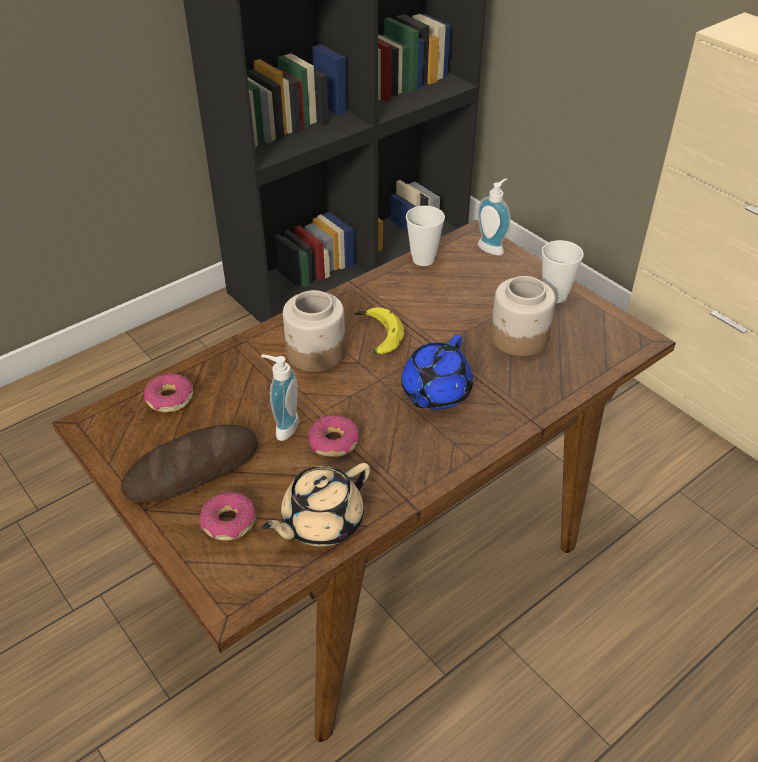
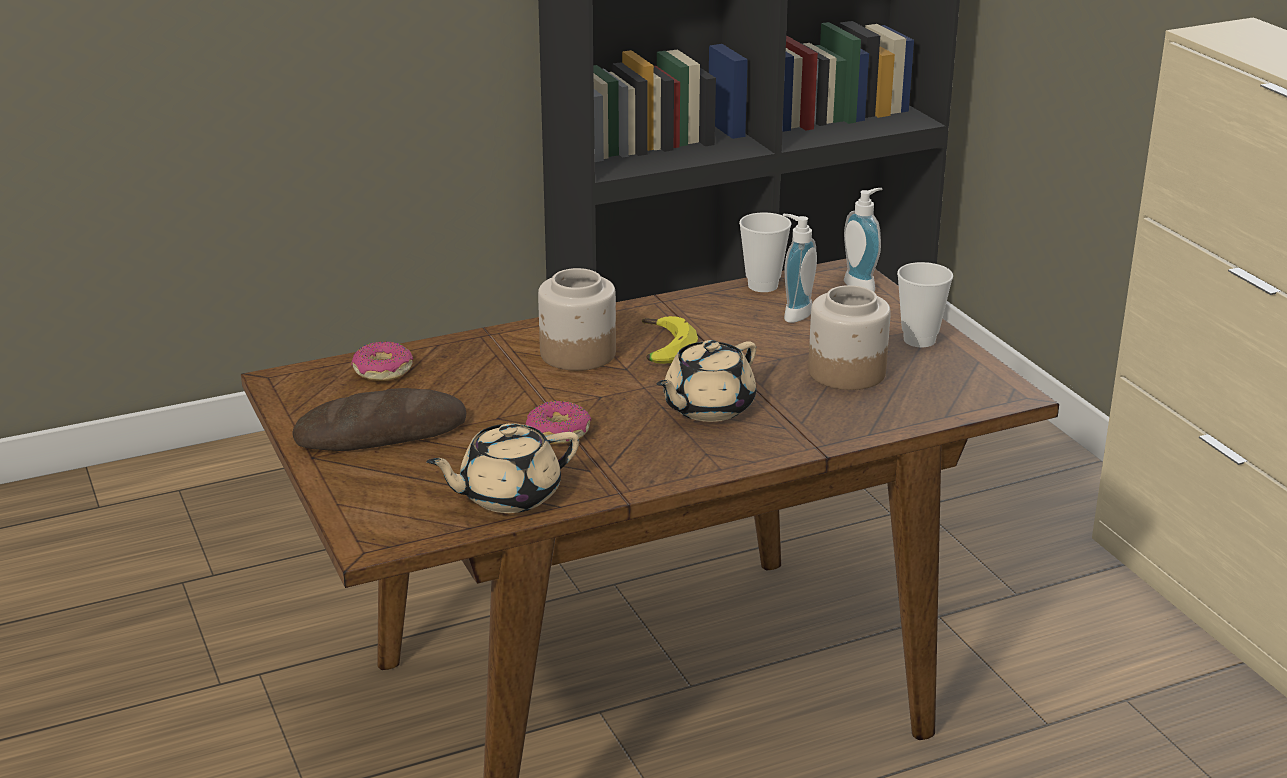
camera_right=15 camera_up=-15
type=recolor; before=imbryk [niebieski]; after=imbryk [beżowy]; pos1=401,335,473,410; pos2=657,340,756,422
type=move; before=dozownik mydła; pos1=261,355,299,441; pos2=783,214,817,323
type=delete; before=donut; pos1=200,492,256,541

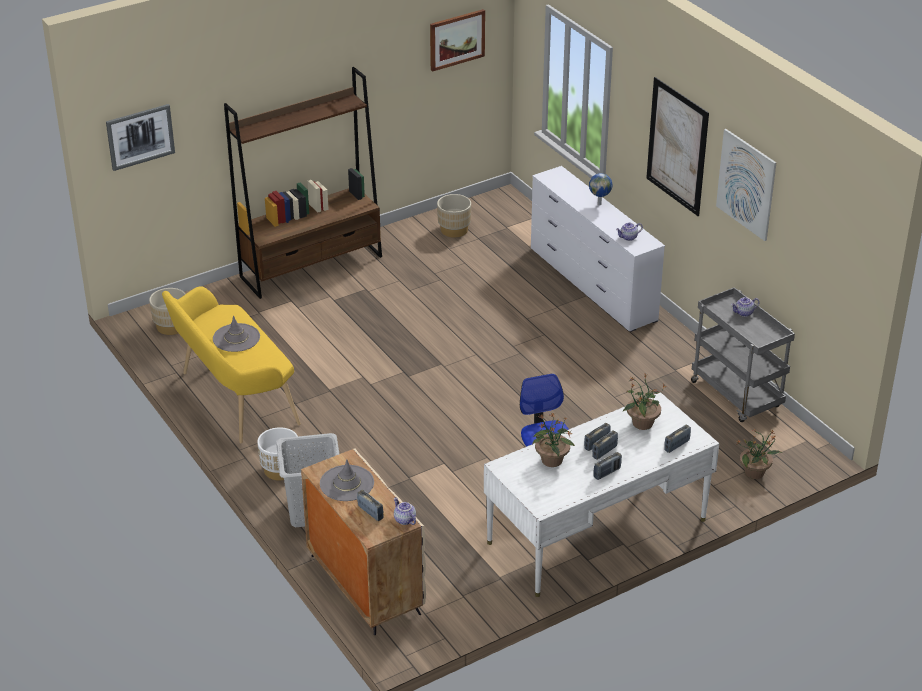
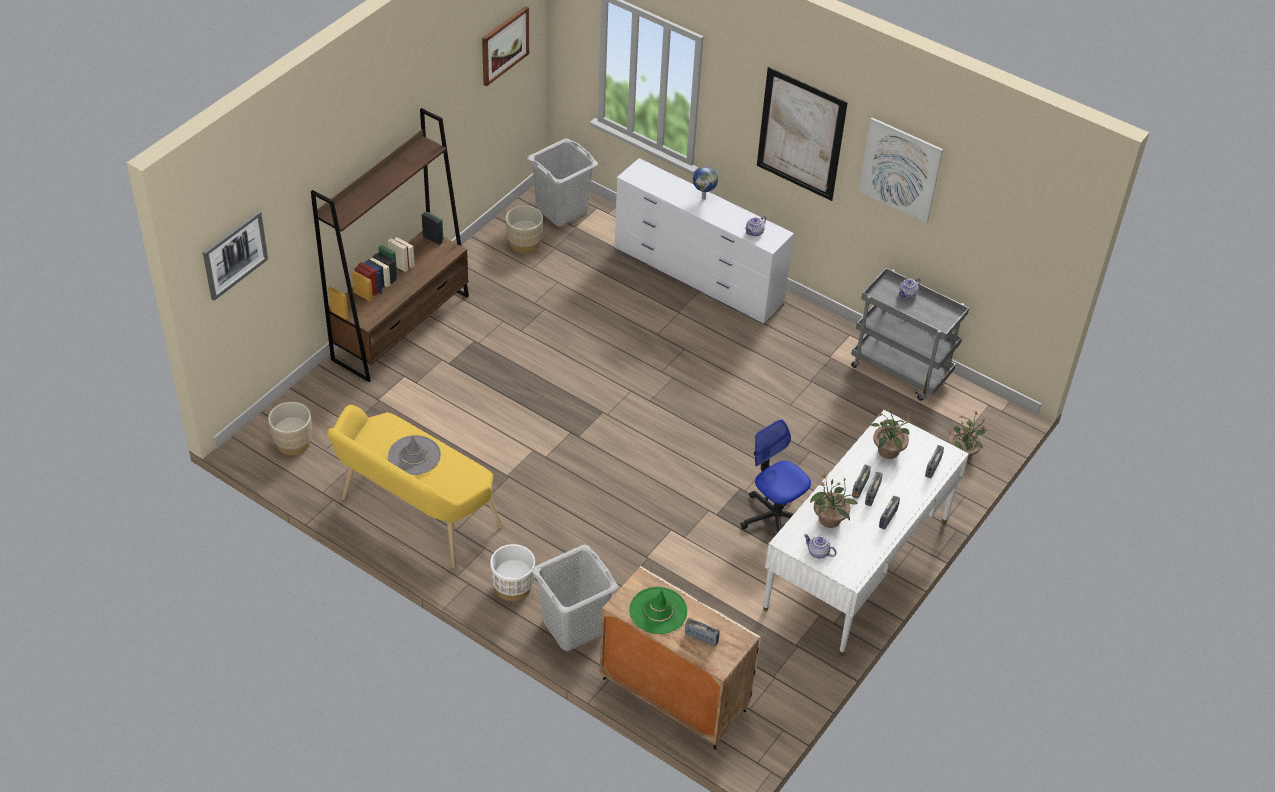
camera_right=-25 camera_up=10
type=insert; after=kosz na pranie [szary]; pos2=527,139,598,226
type=recolor; before=kapelusz [szary]; after=kapelusz [zielony]; pos1=320,459,374,501; pos2=629,587,687,634
type=move; before=imbryk; pos1=394,498,416,525; pos2=804,534,836,559

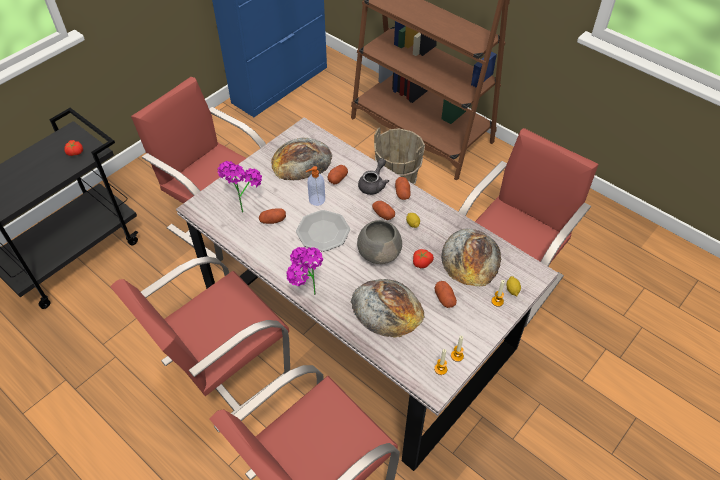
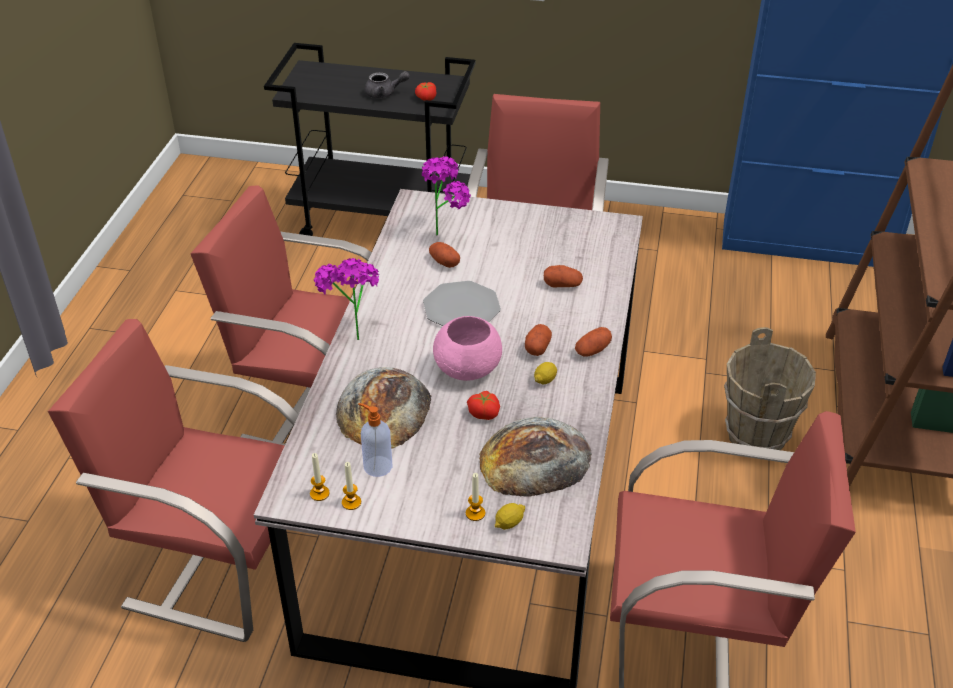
camera_right=60 camera_up=-10
type=move; before=dozownik mydła; pos1=306,166,325,206; pos2=358,403,392,477
type=move; before=imbryk [szary]; pos1=358,158,389,195; pos2=365,71,410,98
type=recolor; before=miska [szary]; after=miska [różowy]; pos1=357,220,402,264; pos2=433,316,502,381
type=delete; before=chleb; pos1=271,138,332,180
type=delete; before=ziemniak; pos1=435,281,457,308

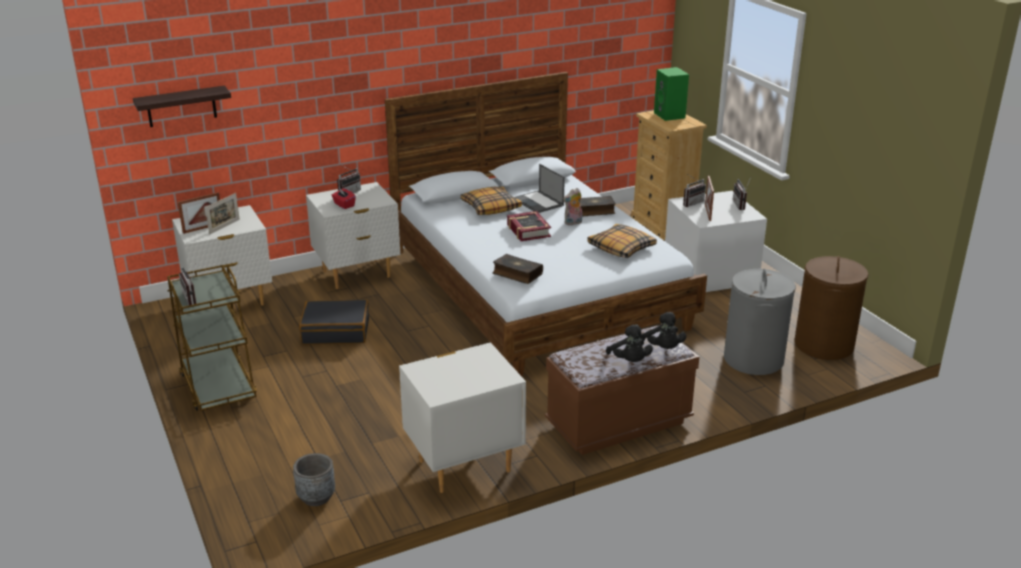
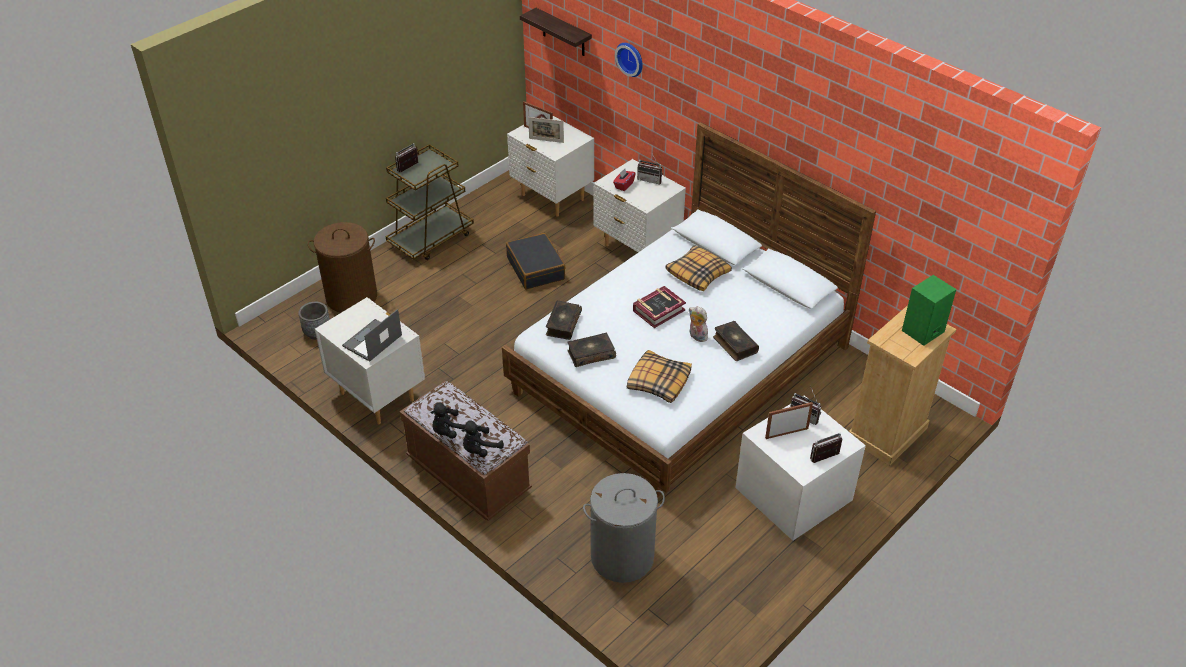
camera_right=70 camera_up=15
type=move; before=kosz na pranie [brązowy]; pos1=794,256,869,360; pos2=308,222,377,313
type=move; before=laptop; pos1=514,164,565,213; pos2=342,309,402,362
type=insert; after=książka; pos2=567,333,616,367
type=insert; after=zegar ścienny; pos2=615,43,643,77

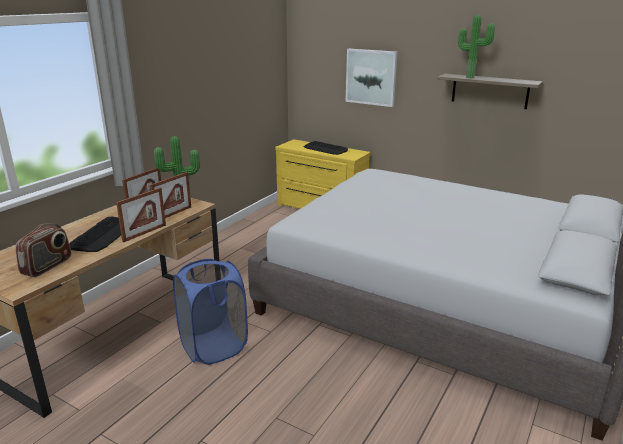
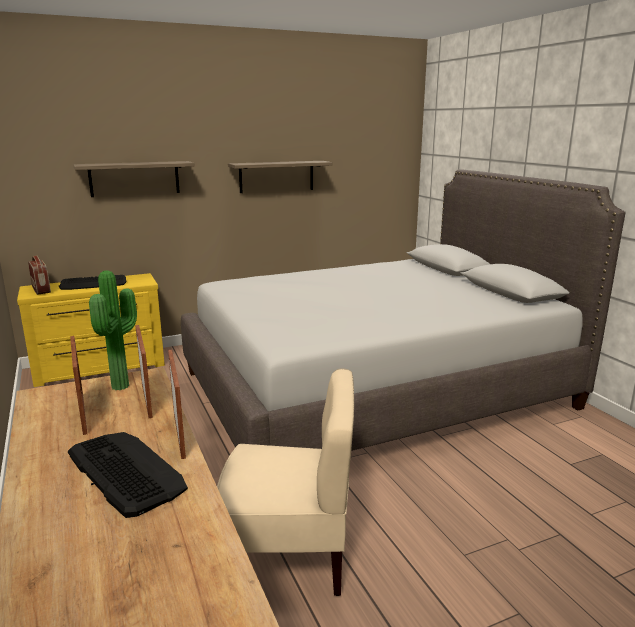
camera_right=-55 camera_up=-5
type=move; before=radio; pos1=15,223,71,277; pos2=28,255,51,295
type=replace; before=obraz; after=półka; pos1=346,49,397,107; pos2=73,161,195,197
type=replace; before=kosz na pranie [niebieski]; after=krzesło [beżowy]; pos1=173,259,248,365; pos2=217,368,354,596
type=delete; before=roślina doniczkowa; pos1=458,15,495,78

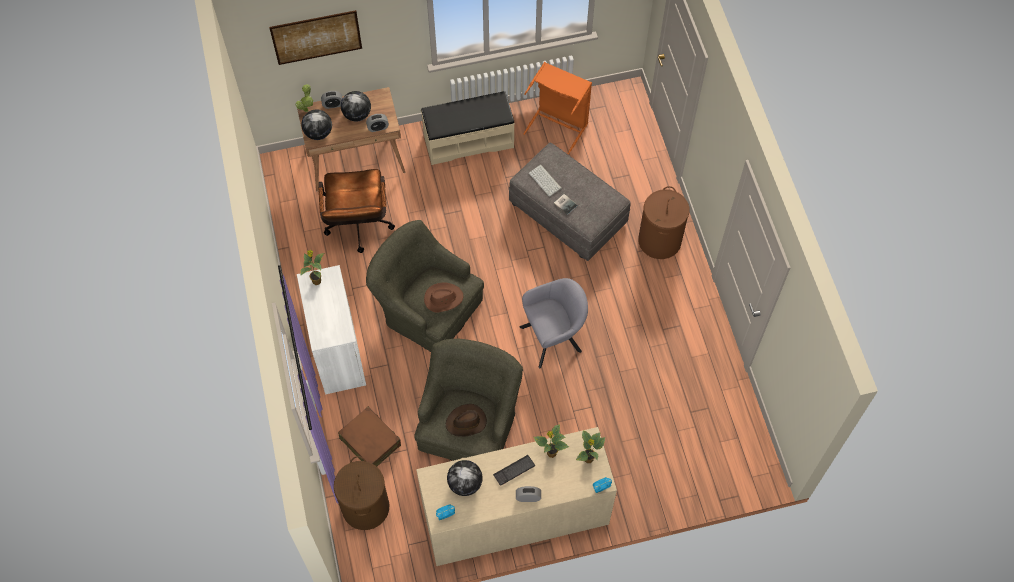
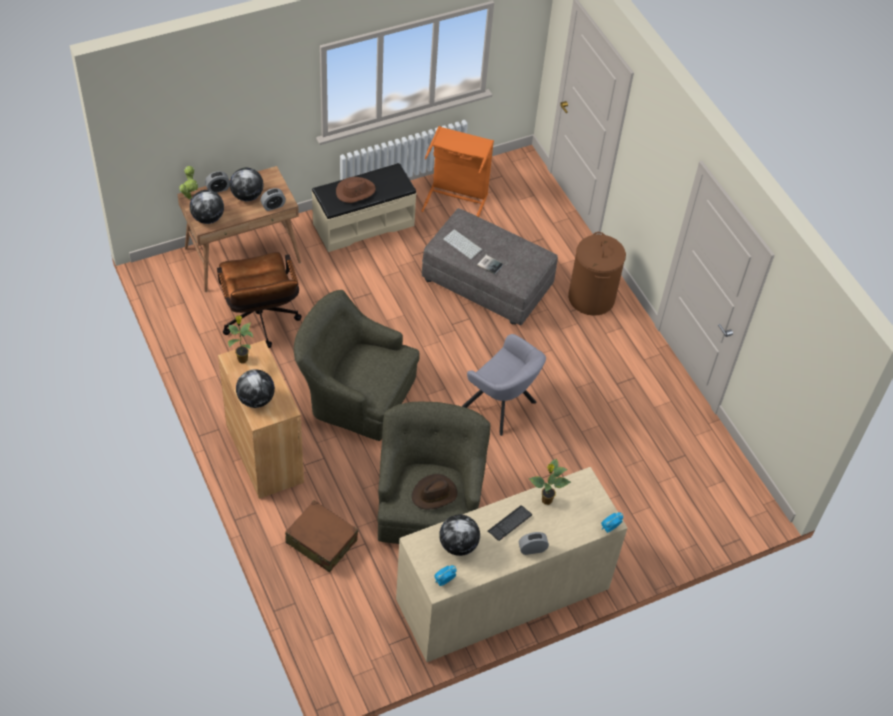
camera_right=-15 camera_up=-10
type=recolor; before=szafka [biały]; after=szafka [brązowy]; pos1=297,265,366,394; pos2=218,340,304,499
type=insert; after=globus; pos2=236,369,275,408
type=move; before=kapelusz [brązowy]; pos1=424,283,463,313; pos2=336,177,376,203
type=rotate; before=fotel [szary]; pos1=520,278,588,368; pos2=462,334,546,436; turn=75
type=delete; before=obraz; pos1=269,10,362,65
type=delete; before=kosz na pranie [brązowy]; pos1=334,456,389,530
type=delete; before=roślina doniczkowa; pos1=576,430,605,463

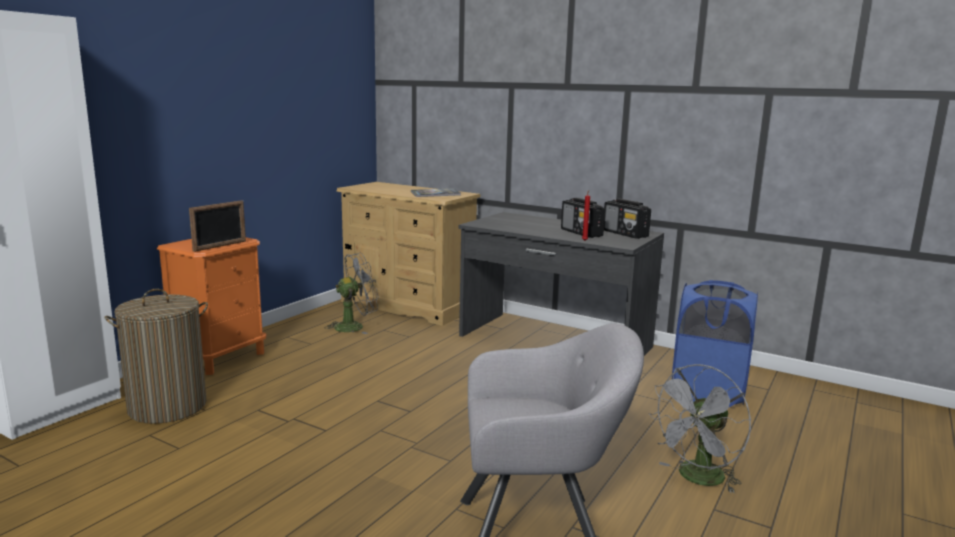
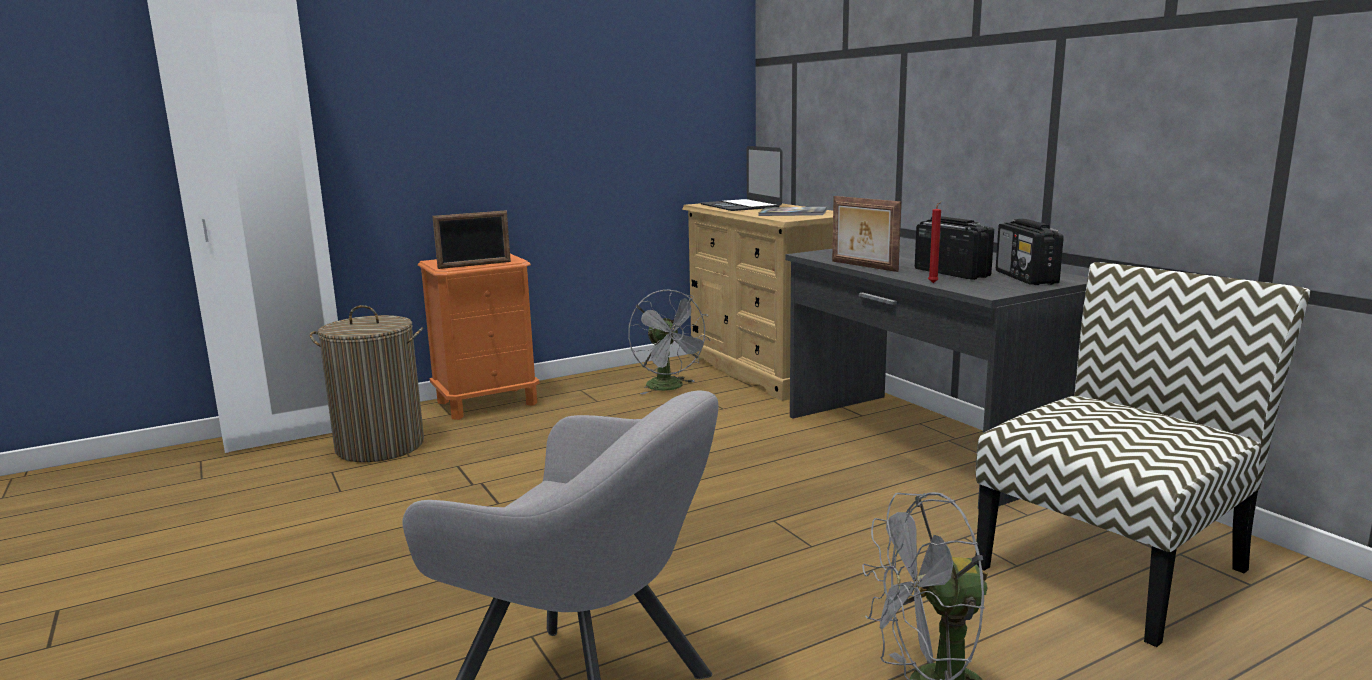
camera_right=30 camera_up=0
type=rotate; before=wentylator [szary]; pos1=324,252,379,334; pos2=628,289,711,394; turn=60
type=insert; after=laptop; pos2=701,146,783,211
type=insert; after=ramka na zdjęcie; pos2=832,196,901,272
type=rotate; before=radio; pos1=561,198,605,238; pos2=915,216,994,280; turn=150
type=replace; before=kosz na pranie [niebieski]; after=krzesło; pos1=672,280,758,407; pos2=976,262,1310,647

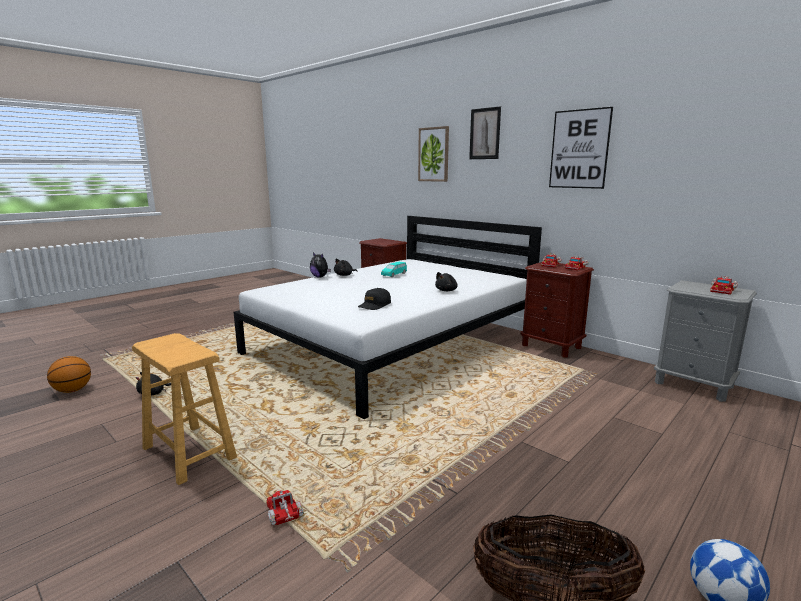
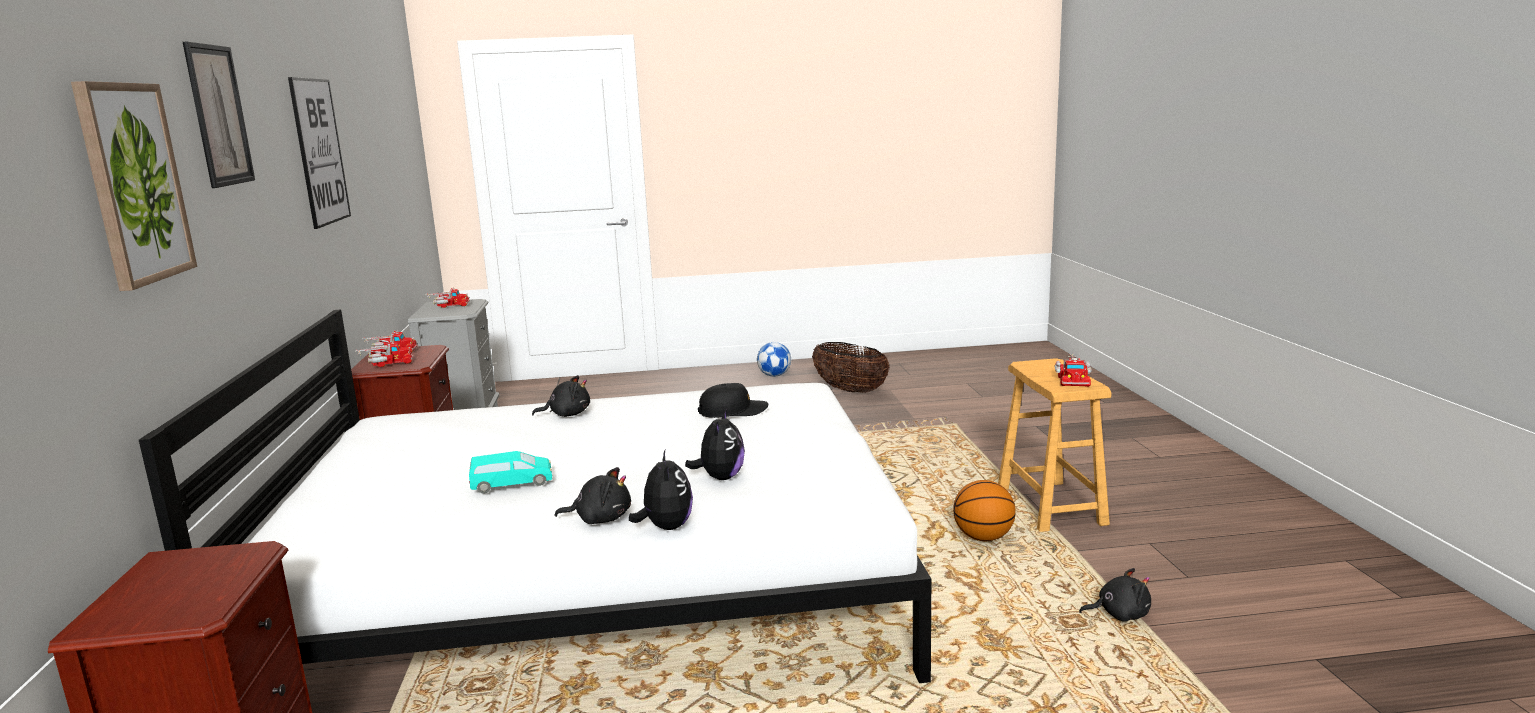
camera_right=-140 camera_up=0
type=insert; after=pluszak; pos2=685,409,745,480
type=move; before=piłka do koszykówki; pos1=47,356,91,393; pos2=953,480,1016,541
type=move; before=ciężarówka zabawkowa; pos1=266,489,304,525; pos2=1055,354,1092,387

